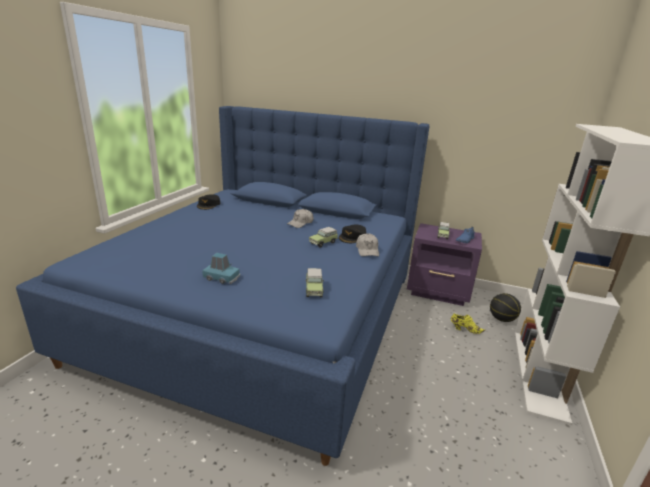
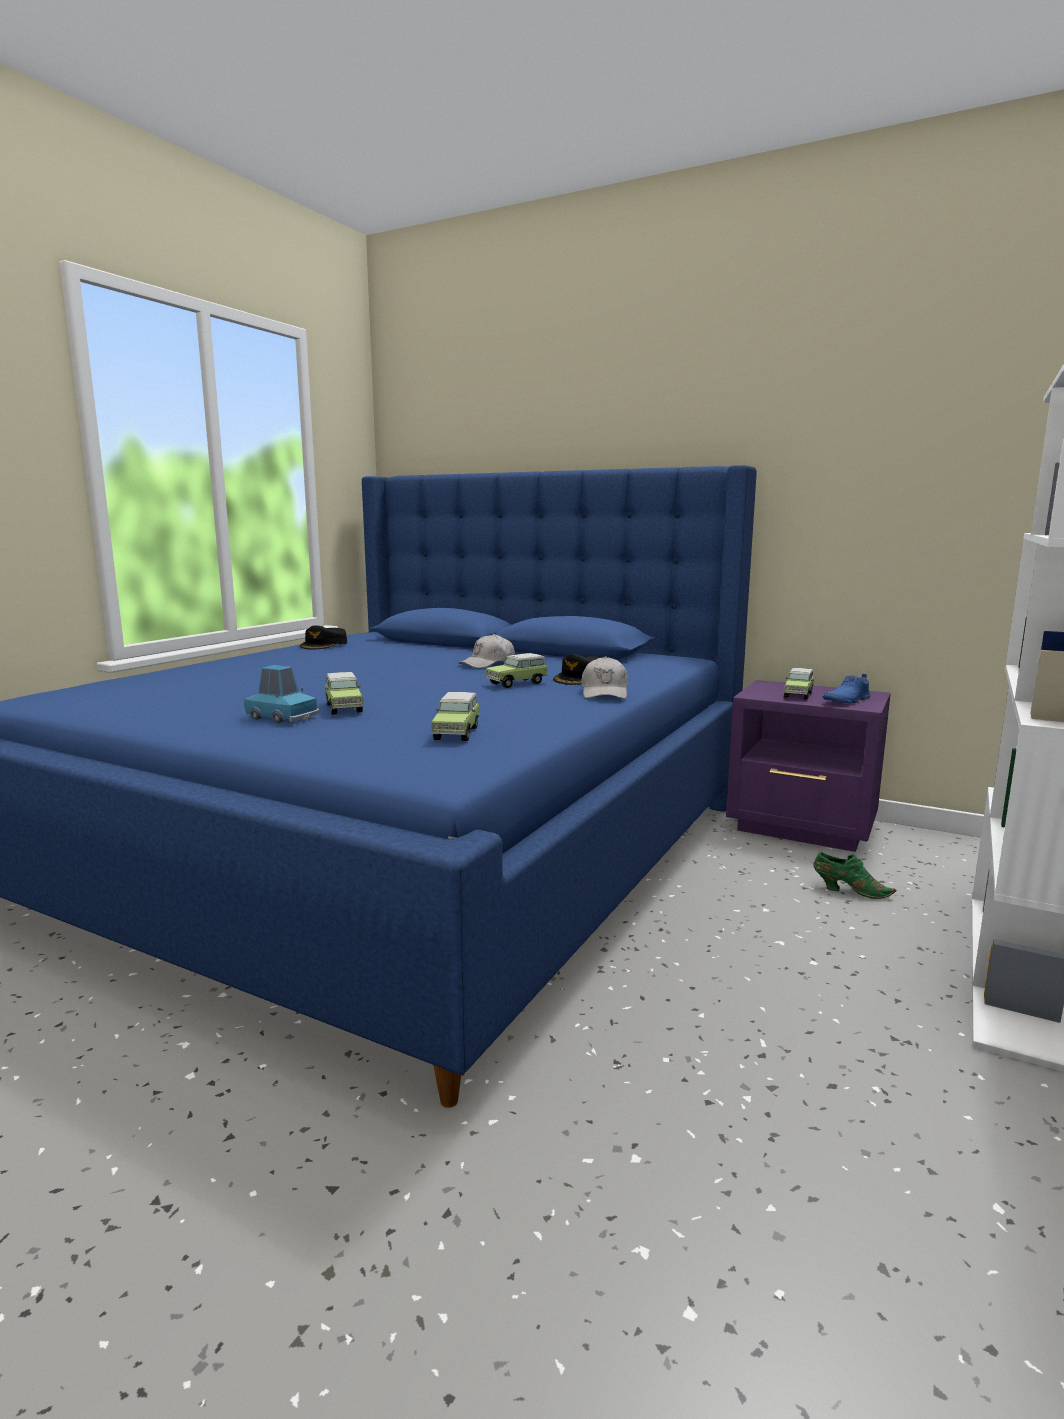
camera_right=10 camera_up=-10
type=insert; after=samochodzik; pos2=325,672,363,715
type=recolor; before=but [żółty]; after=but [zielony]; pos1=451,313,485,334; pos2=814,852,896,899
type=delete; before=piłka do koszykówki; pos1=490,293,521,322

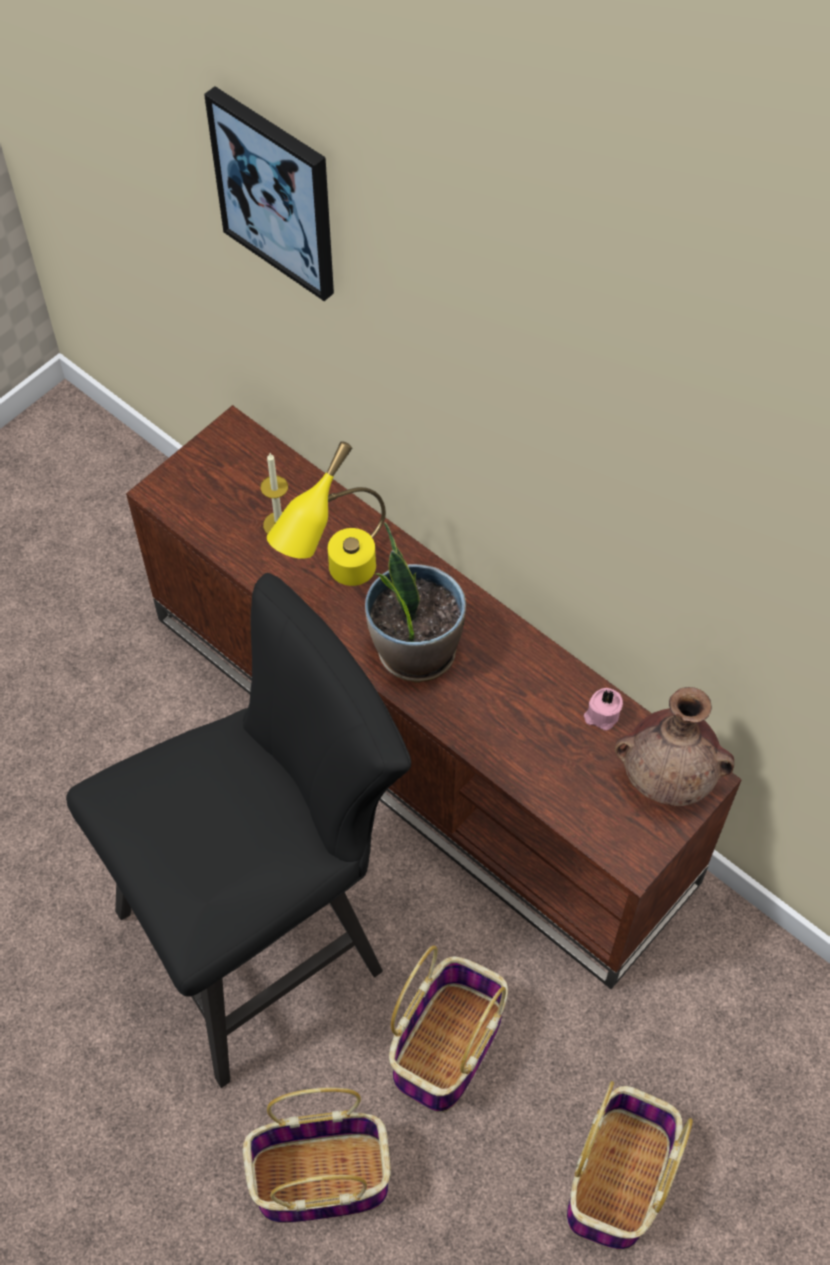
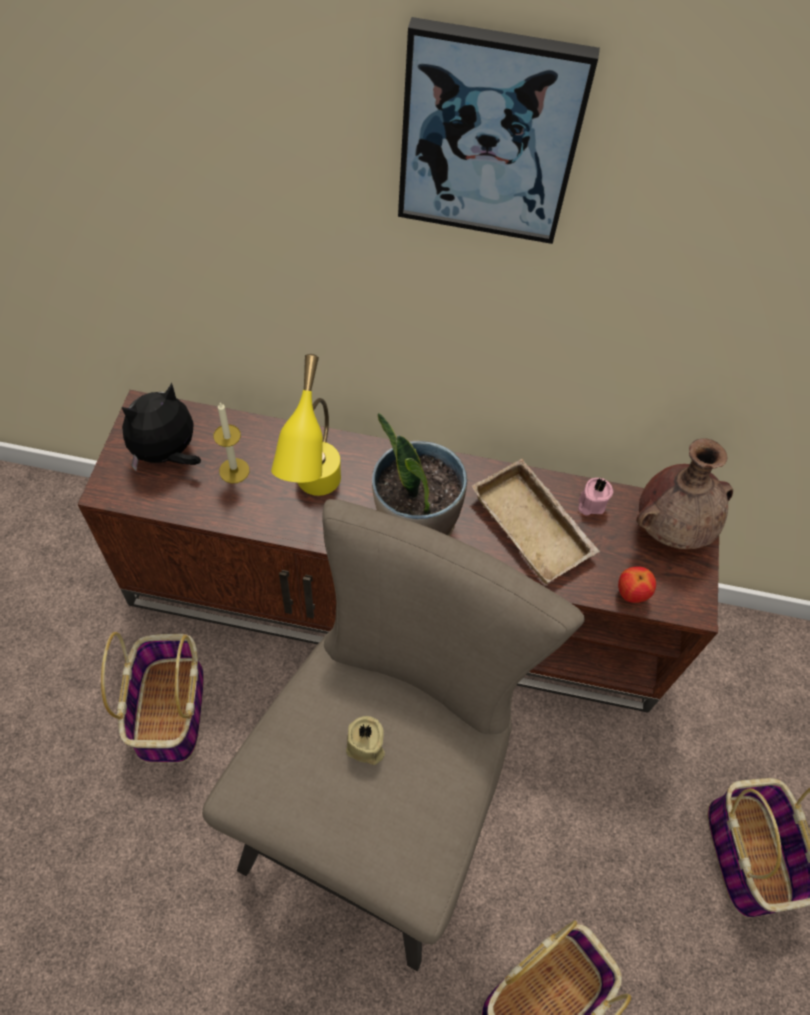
camera_right=-35 camera_up=0
type=move; before=koszyk; pos1=389,946,508,1113; pos2=101,632,204,763
type=insert; after=pluszak; pos2=122,383,201,471
type=recolor; before=stołek [czarny]; after=stołek [beżowy]; pos1=66,573,411,1088; pos2=202,499,585,971
type=insert; after=świeca [beżowy]; pos2=346,716,385,765
type=move; before=obraz; pos1=204,86,334,301; pos2=398,17,600,244
type=insert; after=taca [beżowy]; pos2=471,459,600,584
type=insert; after=jabłko; pos2=618,566,656,603

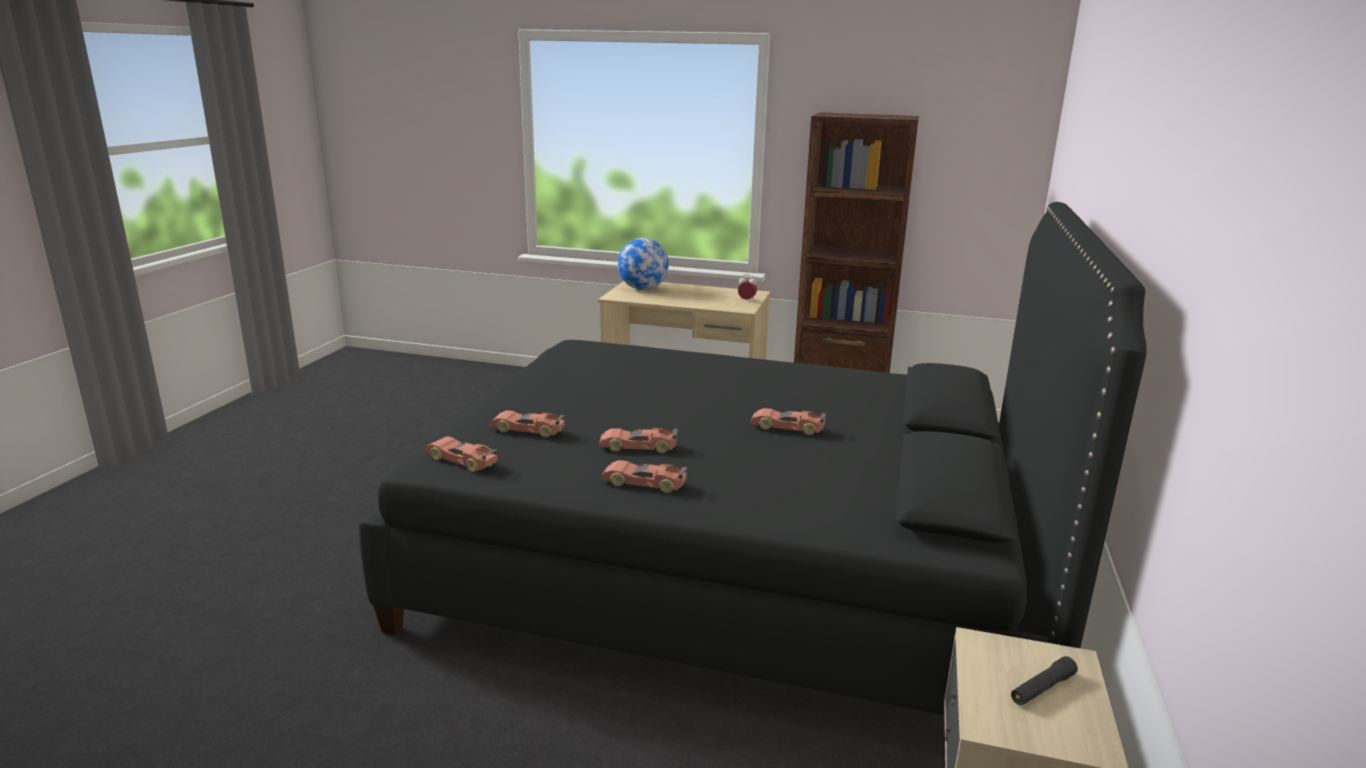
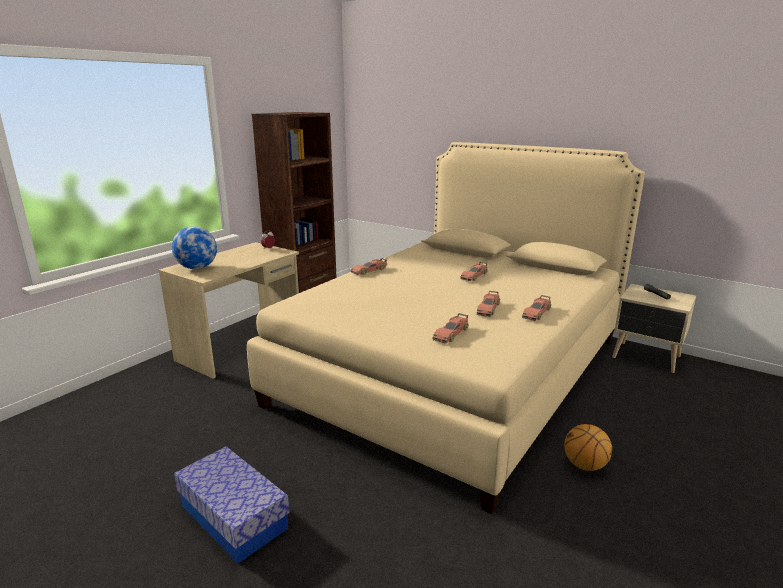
camera_right=-70 camera_up=0
type=insert; after=pojemnik do przechowywania; pos2=174,446,289,563
type=recolor; before=łóżko [czarny]; after=łóżko [beżowy]; pos1=359,202,1147,715; pos2=247,142,645,514
type=move; before=samochodzik; pos1=424,436,498,472; pos2=351,258,387,275
type=insert; after=piłka do koszykówki; pos2=564,424,612,471

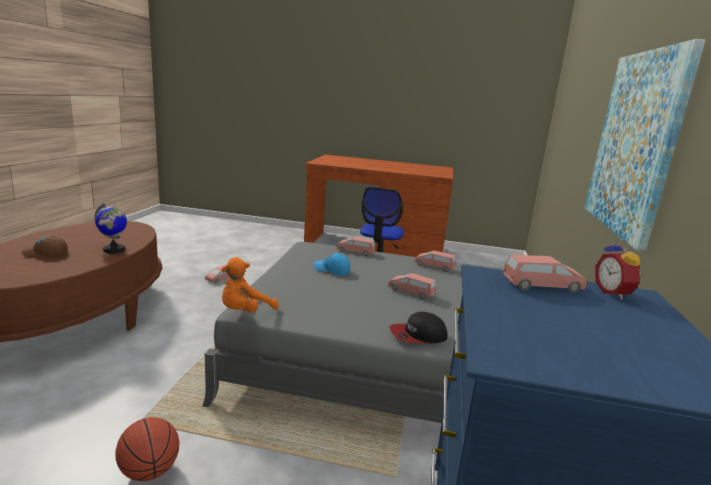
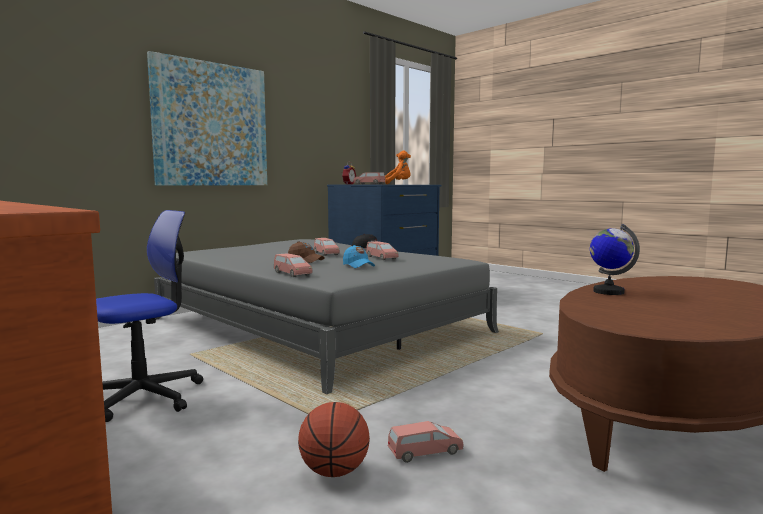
camera_right=-145 camera_up=-10
type=move; before=czapka z daszkiem [brązowy]; pos1=22,235,68,257; pos2=288,241,325,263
type=move; before=piłka do koszykówki; pos1=116,417,179,481; pos2=298,402,370,477
type=move; before=samochodzik [różowy]; pos1=414,250,456,272; pos2=366,241,398,260
type=move; before=pluszak [pomarańczowy]; pos1=222,257,279,312; pos2=385,151,411,184

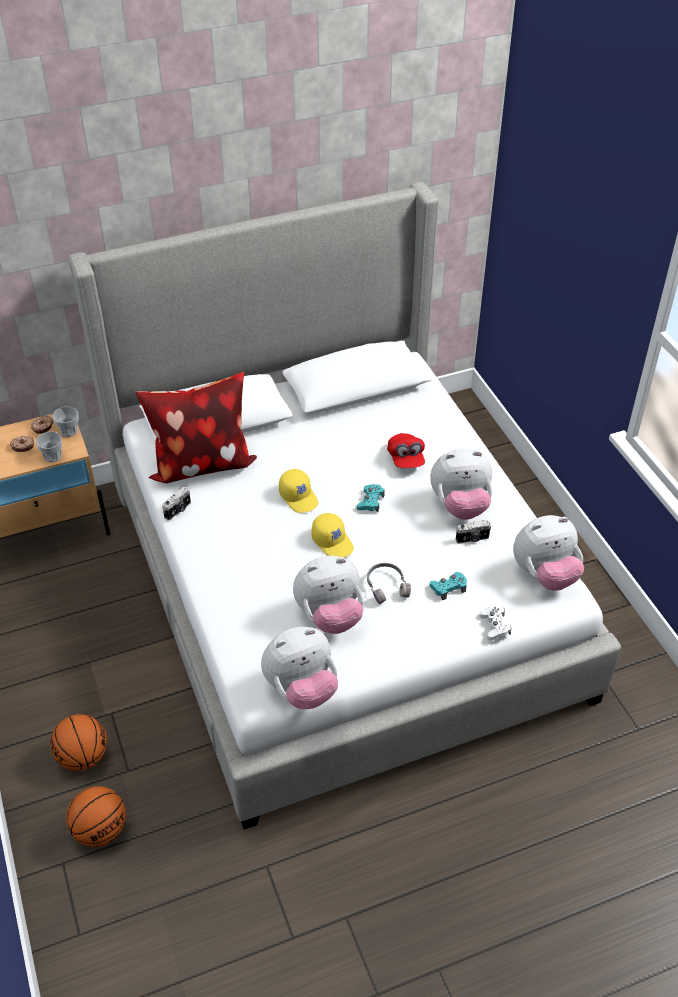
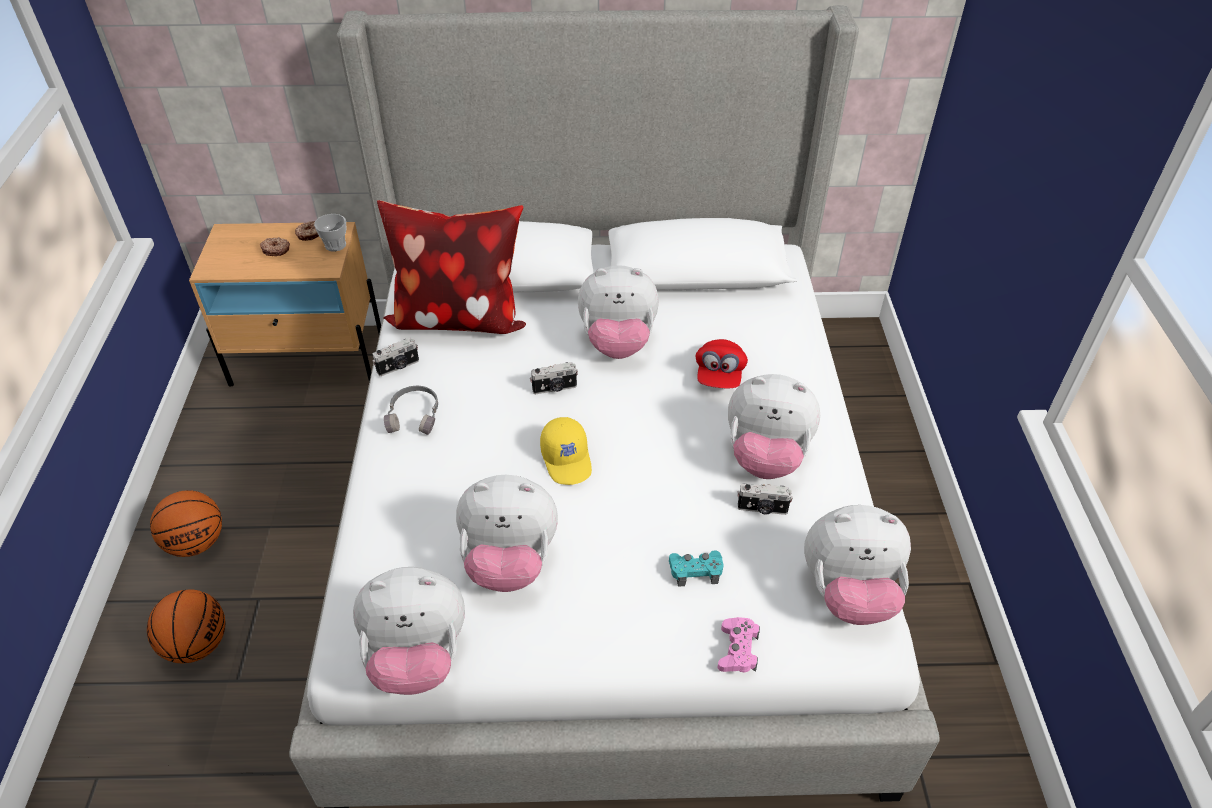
camera_right=20 camera_up=0
type=move; before=piłka do koszykówki; pos1=66,786,126,847; pos2=150,490,222,557
type=move; before=słuchawki [szary]; pos1=367,563,411,604; pos2=384,386,438,435
type=replace; before=czapka z daszkiem [żółty]; after=aparat fotograficzny; pos1=279,469,318,513; pos2=530,362,578,394
type=insert; after=pluszak; pos2=578,265,659,359
type=recolor; before=pad do gier [biały]; after=pad do gier [różowy]; pos1=479,605,511,640; pos2=717,617,760,672
type=delete; before=filiżanka; pos1=36,431,62,463
type=delete; before=pad do gier [turkusowy]; pos1=357,484,385,512

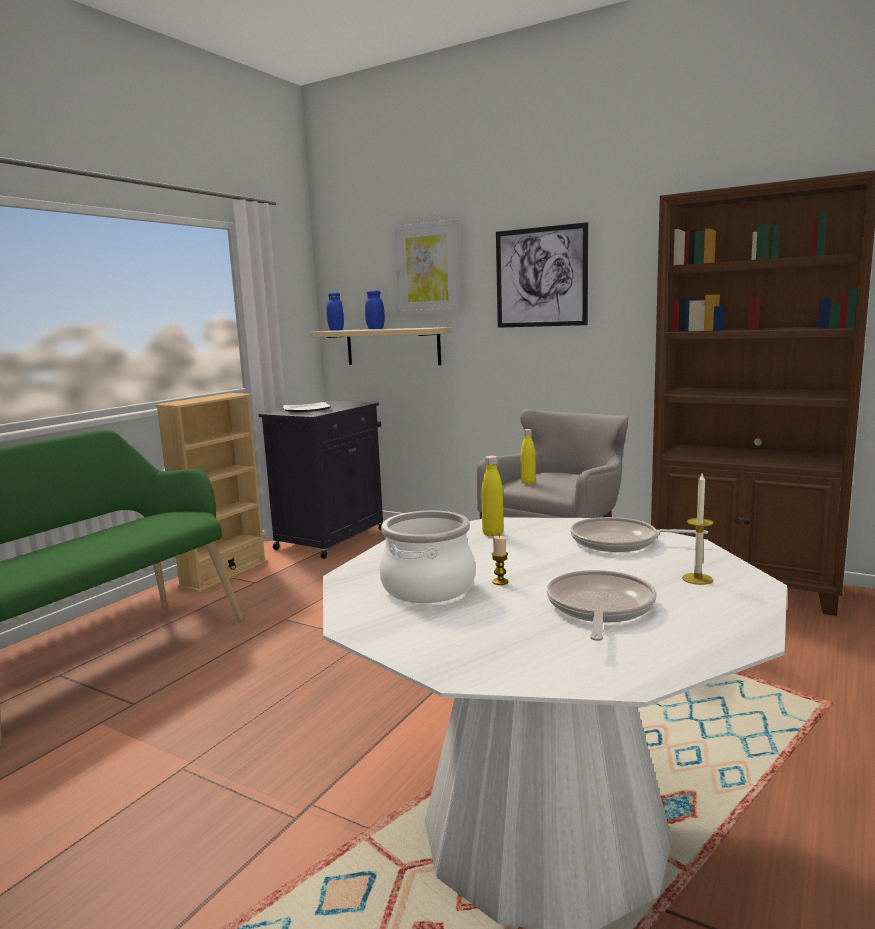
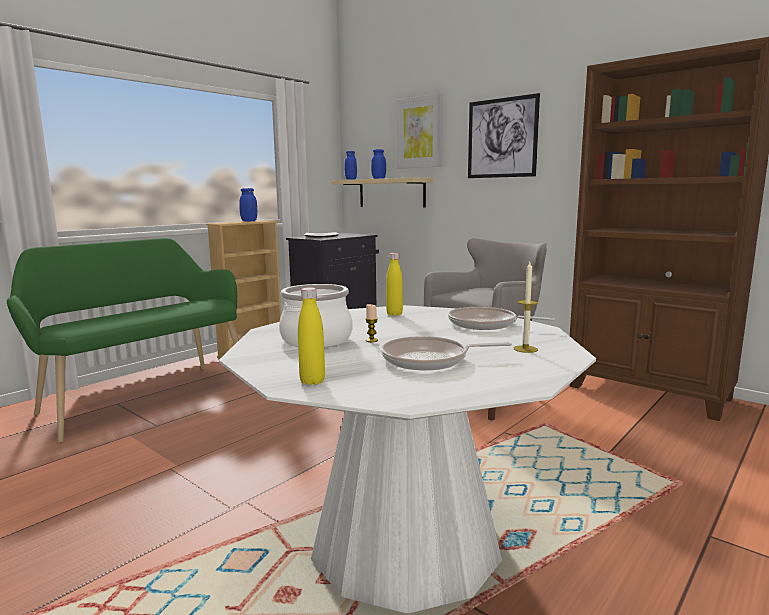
camera_right=10 camera_up=0
type=insert; after=słoik [niebieski]; pos2=239,188,257,221
type=move; before=butelka [żółty]; pos1=521,429,536,485; pos2=298,287,325,385
type=rotate; before=patelnia; pos1=547,570,657,641; pos2=381,336,512,370; turn=-120

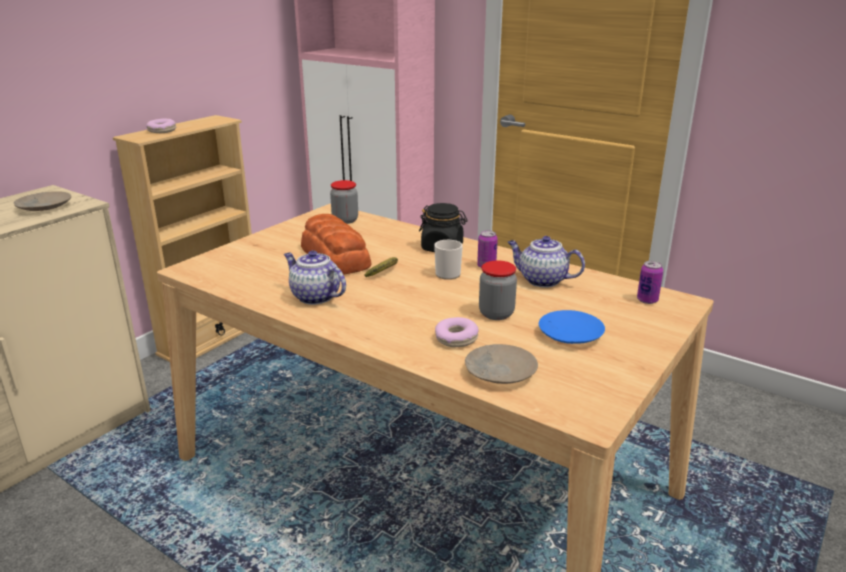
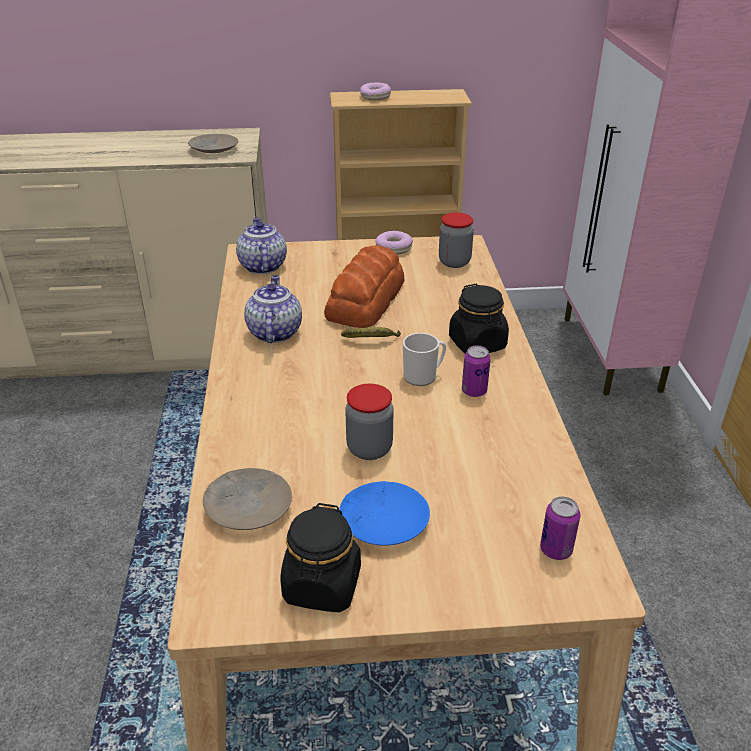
camera_right=50 camera_up=10
type=move; before=imbryk; pos1=507,236,585,288; pos2=236,217,287,274
type=insert; after=słoik [czarny]; pos2=280,503,361,613
type=move; before=donut; pos1=435,317,479,347; pos2=375,231,413,255

